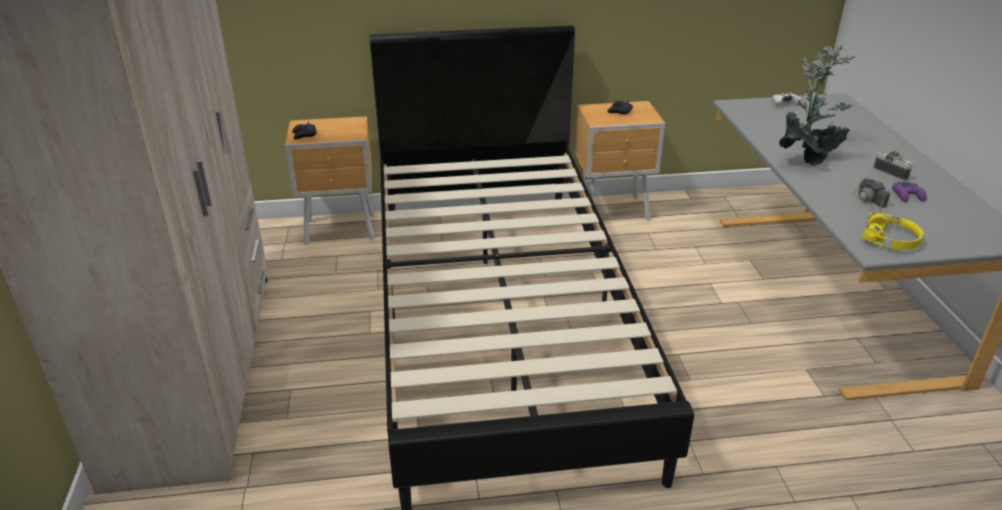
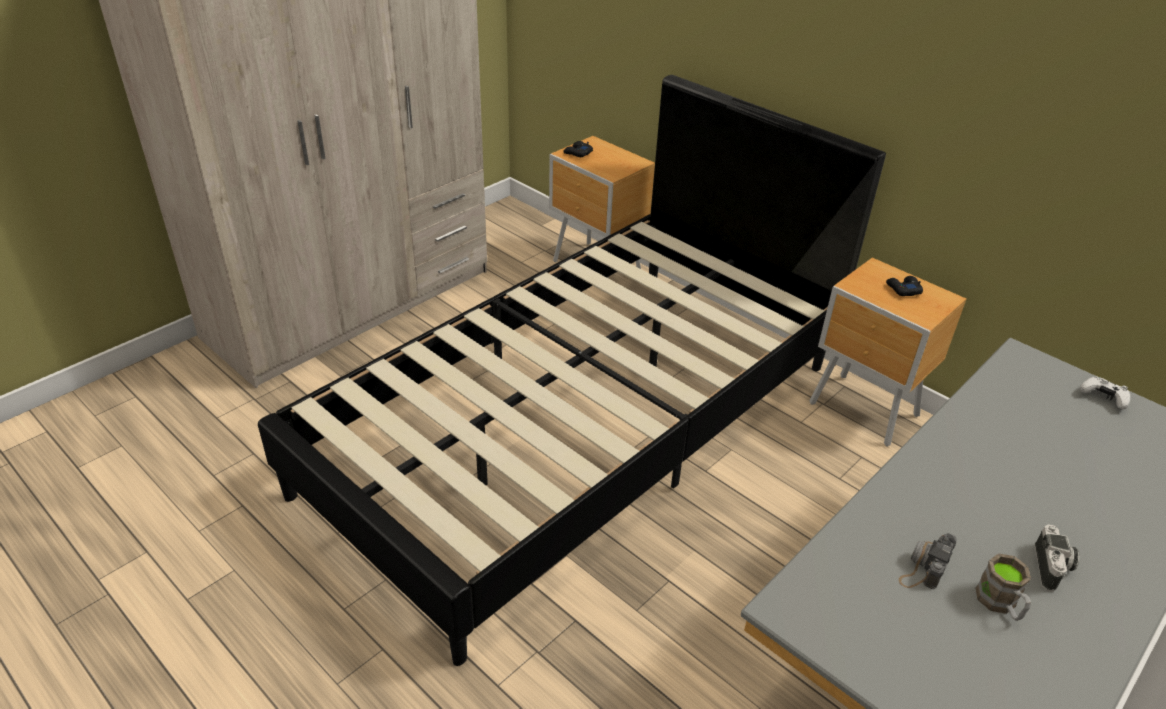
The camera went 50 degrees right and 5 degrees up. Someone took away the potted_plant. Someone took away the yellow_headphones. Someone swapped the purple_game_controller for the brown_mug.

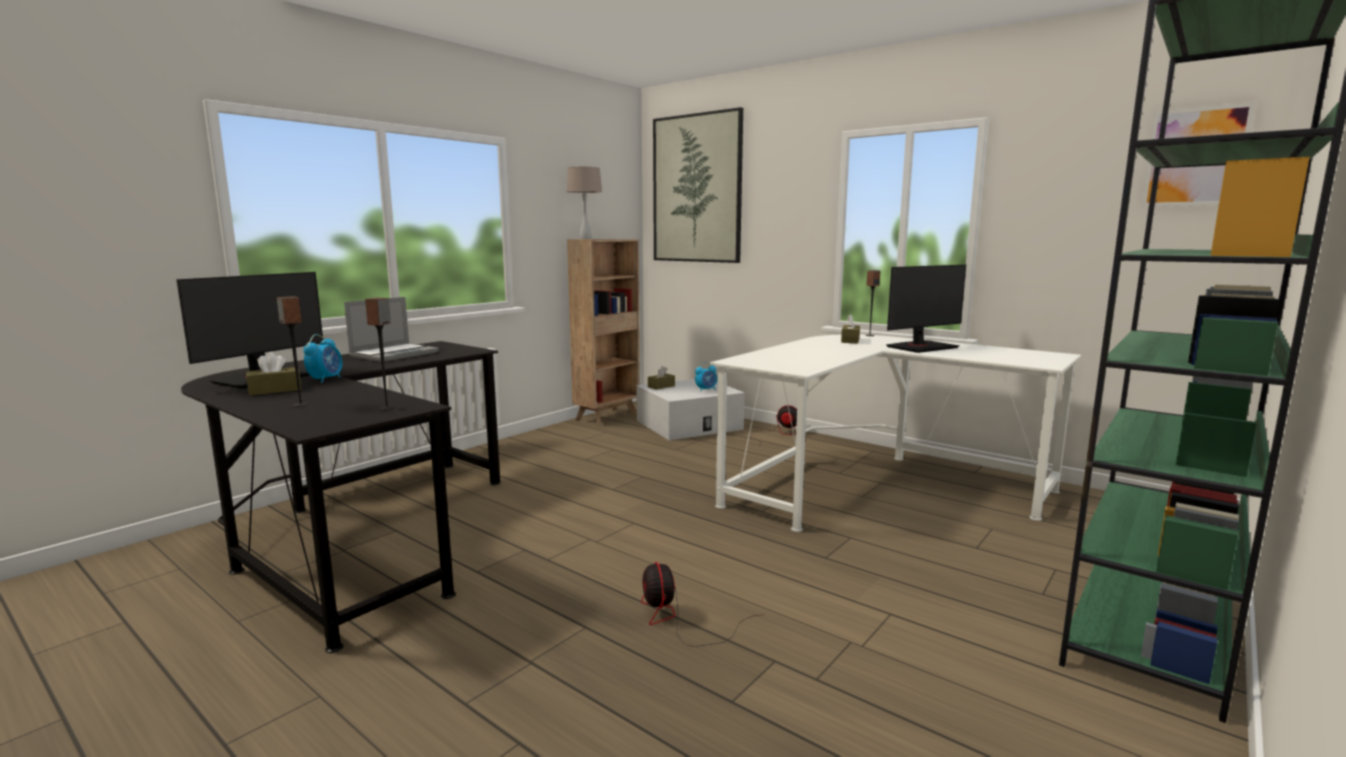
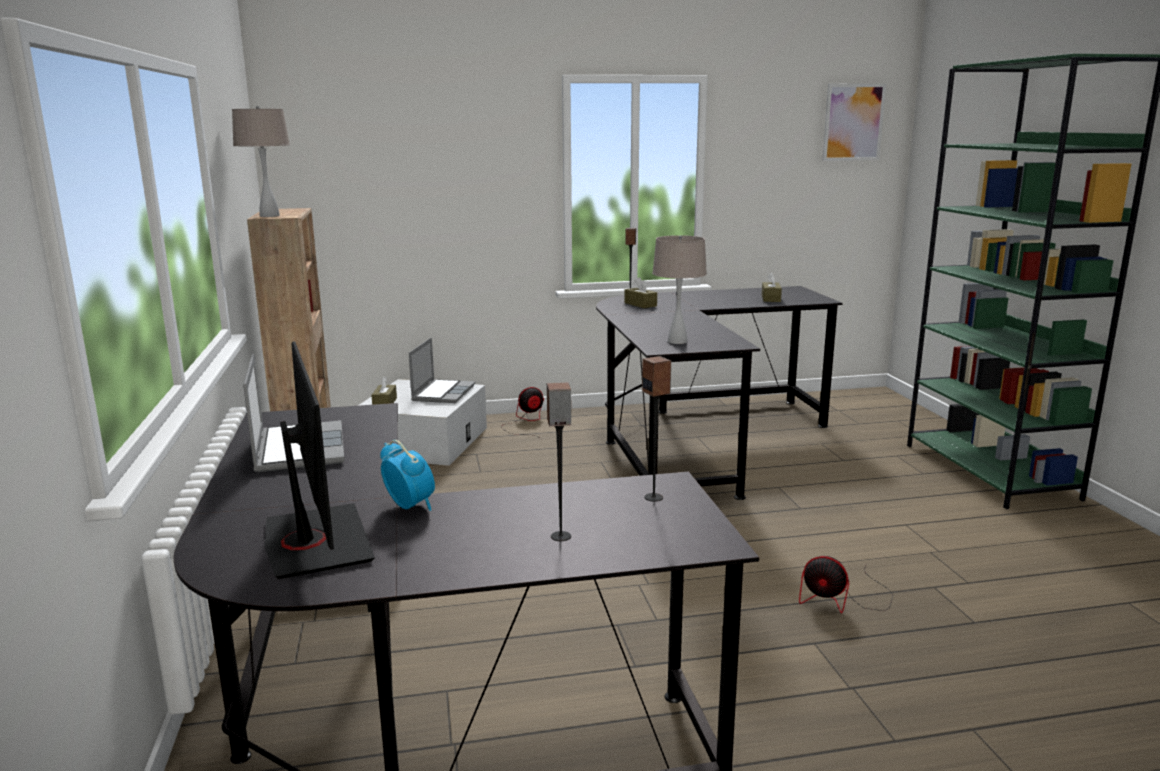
The camera went 50 degrees left and 5 degrees up. Someone took away the picture (1st from left). Someone took away the monitor (2nd from left). Someone put down the beige_table_lamp (2nd from left). Someone carried the brown_tissue_box (1st from left in the first image). Someone swapped the alarm_clock (2nd from left) for the laptop (2nd from left). Someone repainted the white_desk, which became the black_desk (2nd from left).

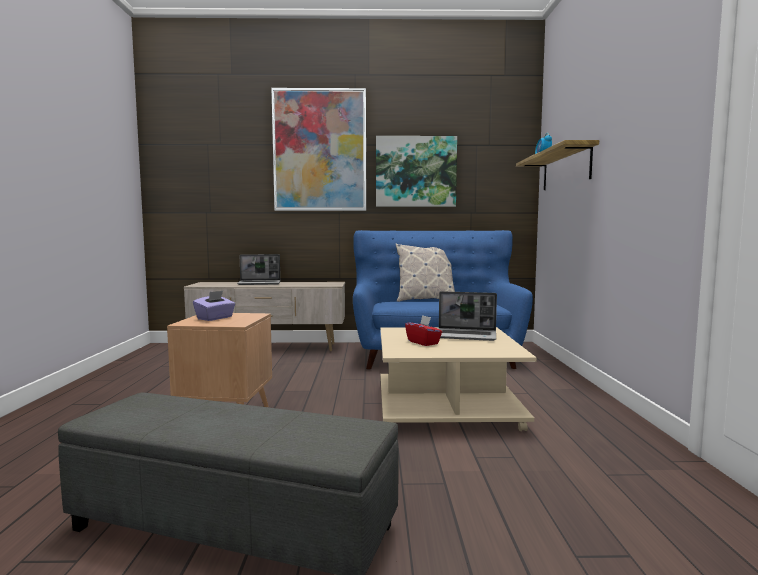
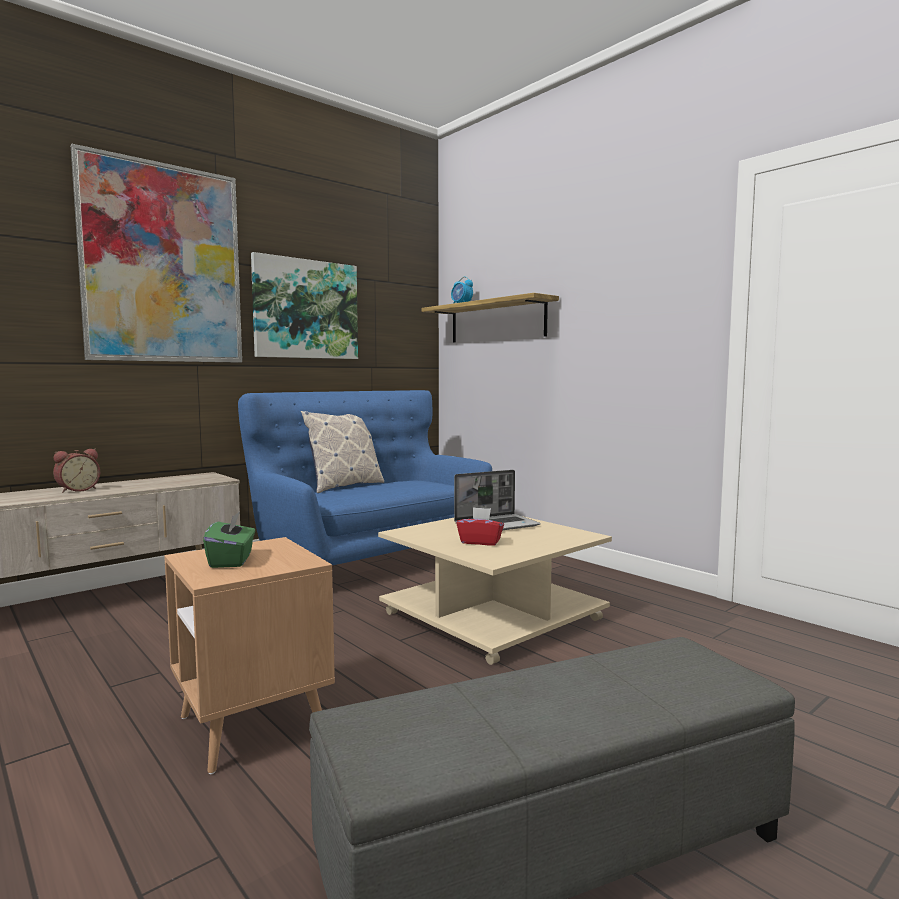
The camera went 40 degrees left and 0 degrees up. Someone swapped the laptop (1st from left) for the alarm_clock (1st from left). Someone repainted the purple_tissue_box, which became the green_tissue_box.

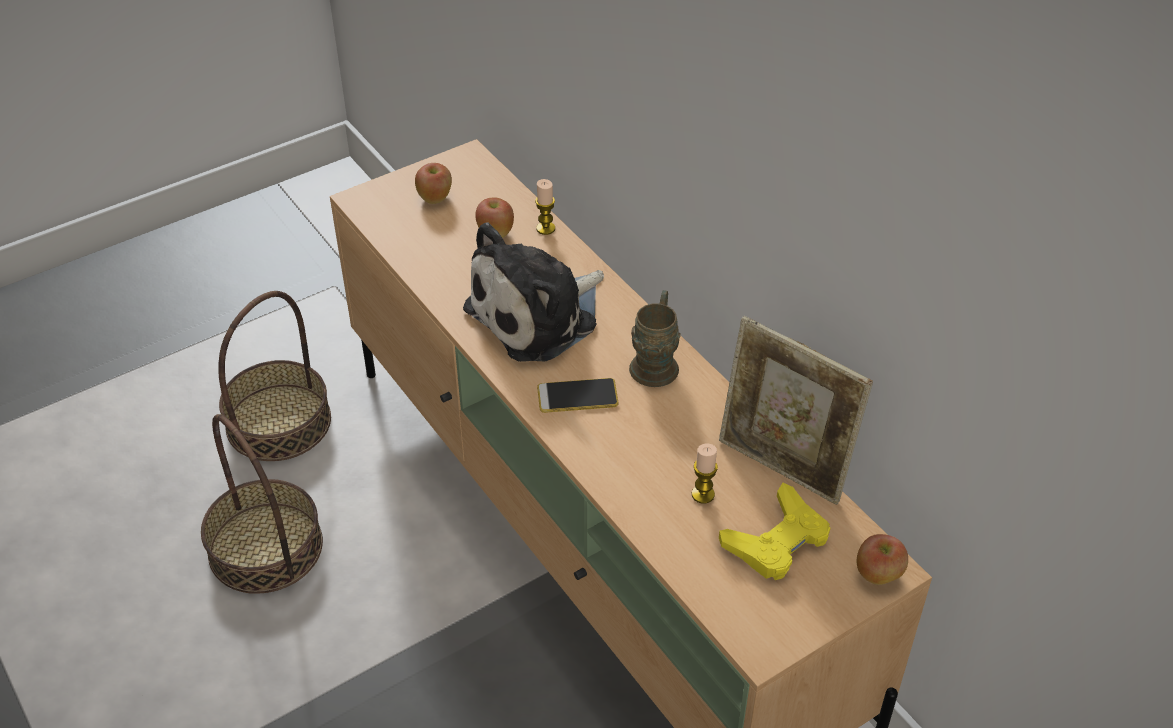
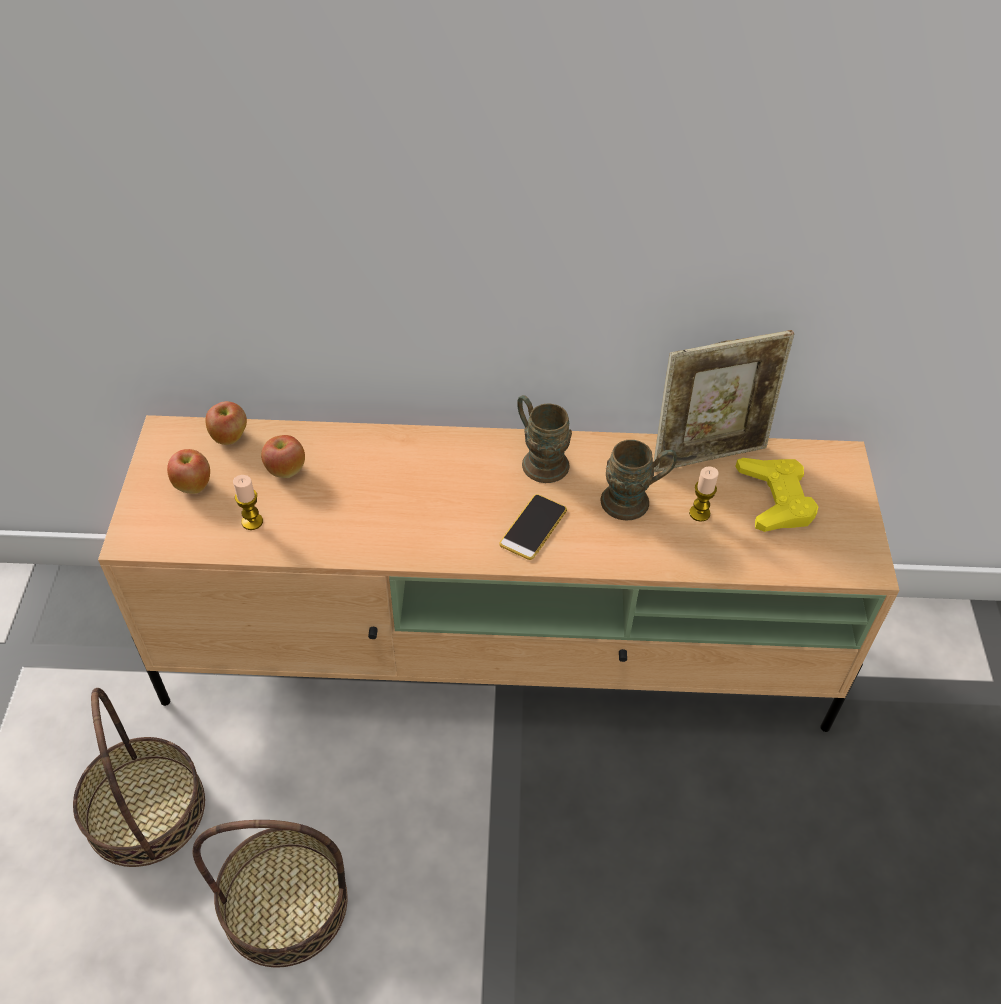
The camera went 55 degrees left and 5 degrees up. Someone took away the plush_toy. Someone put down the brown_mug (2nd from left). Someone carried the candle (1st from left). Someone carried the apple (3rd from left in the first image).

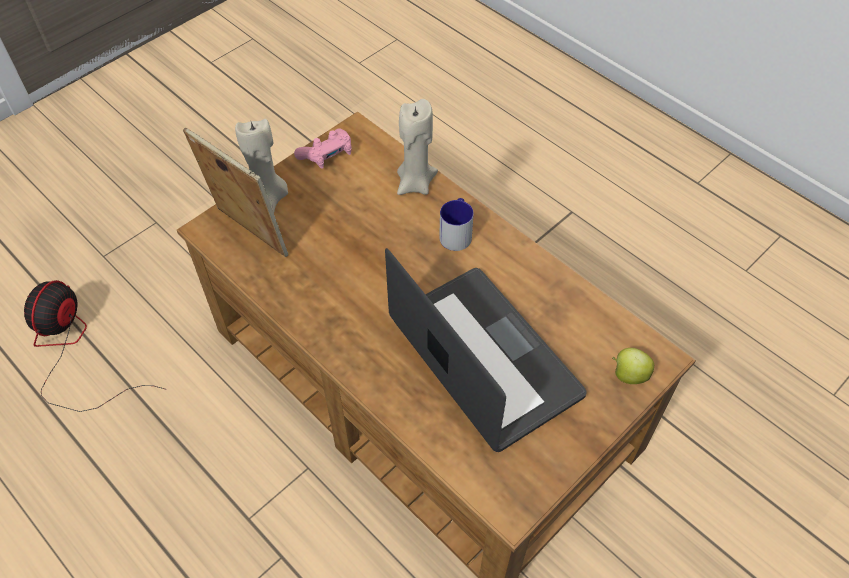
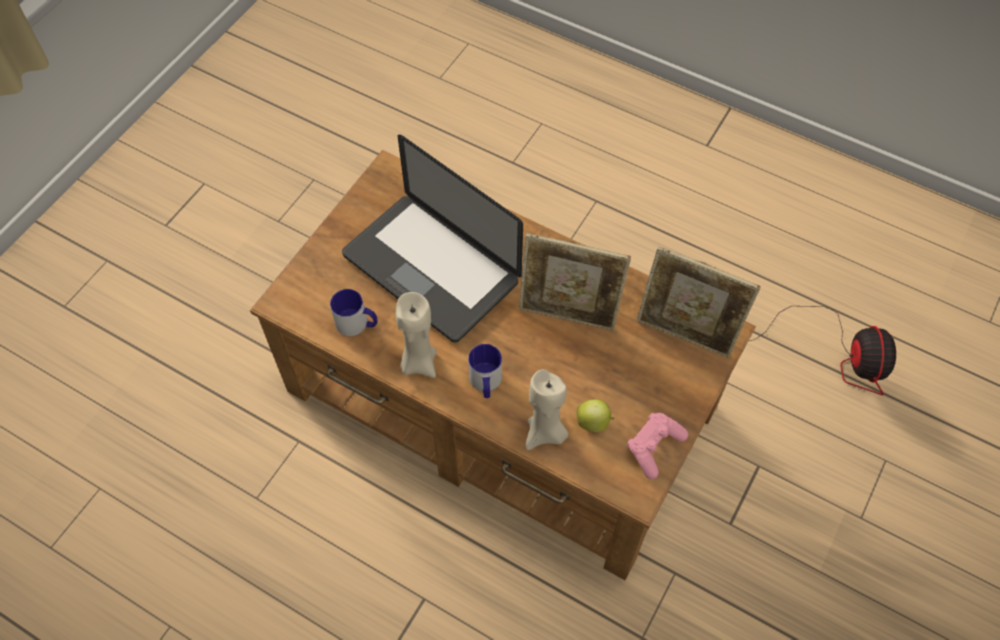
The camera went 165 degrees right and 5 degrees up. Someone put down the mug (1st from left). Someone put down the picture_frame (1st from left). Someone carried the beige_candle (1st from left). Someone carried the apple.

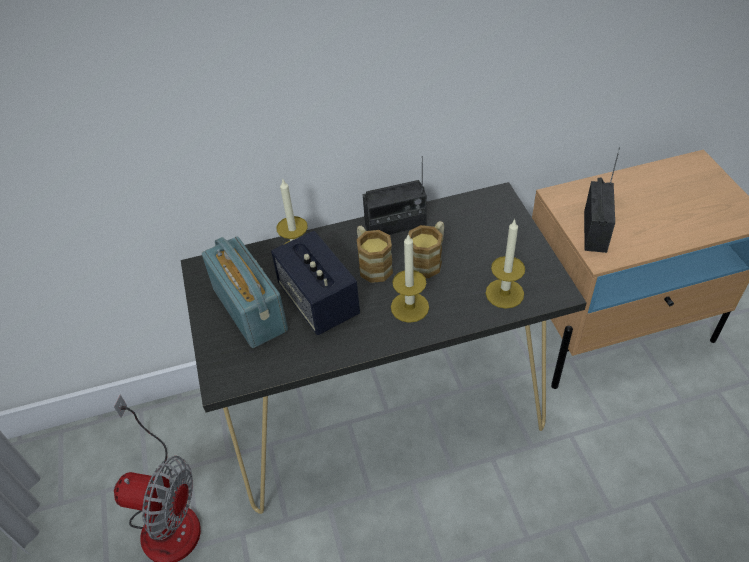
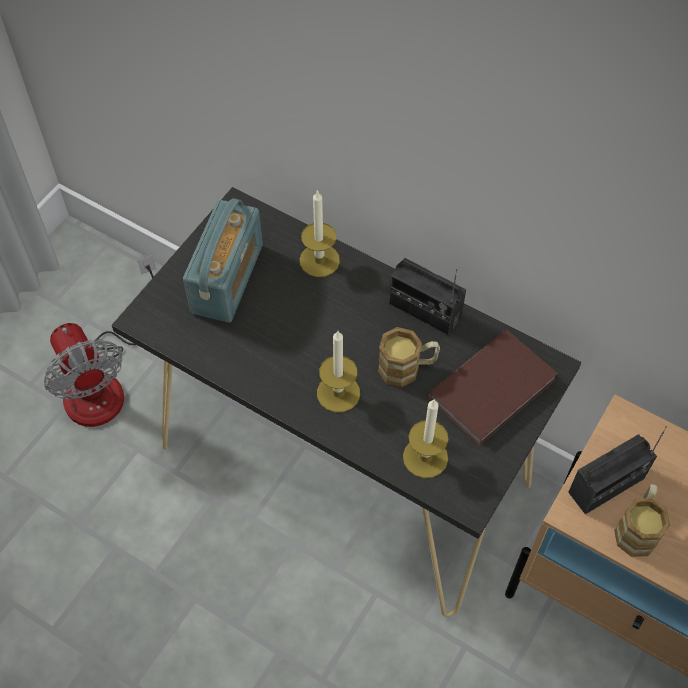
The camera went 45 degrees right and 10 degrees up. Someone took away the speaker. Someone put down the brown_book. Someone carried the mug (1st from left in the first image).

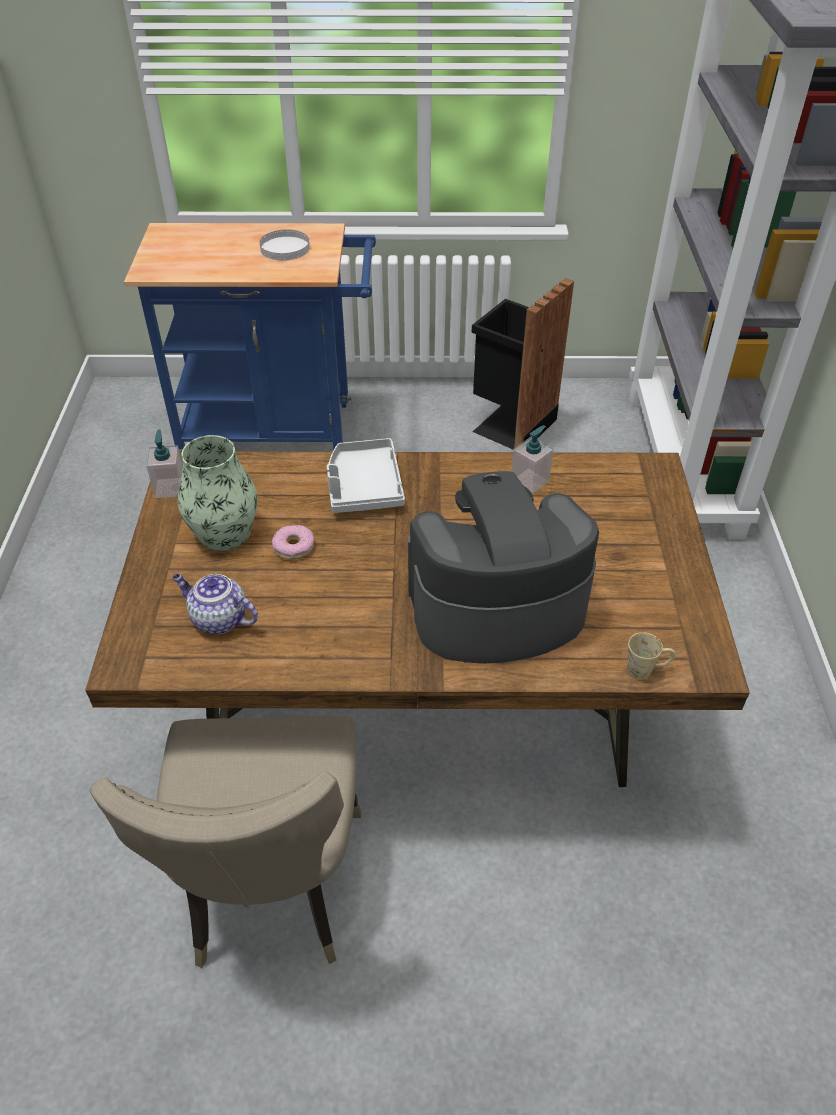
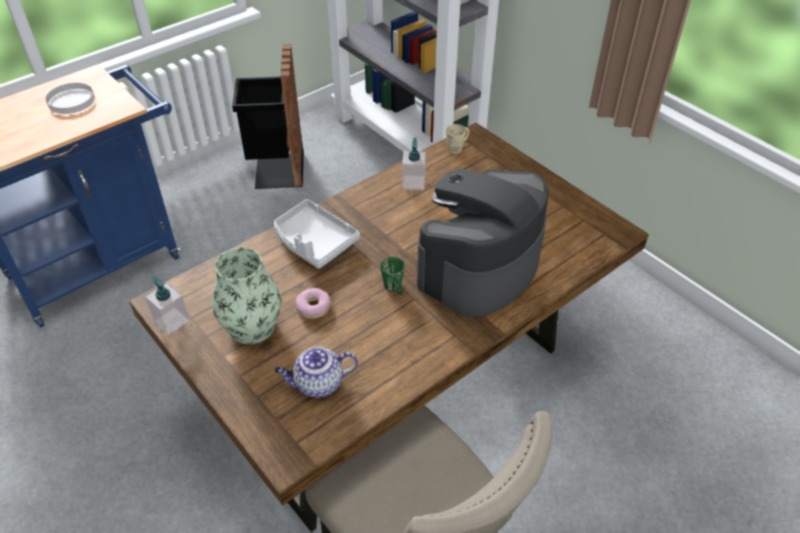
The camera went 40 degrees left and 0 degrees up. Someone put down the green_mug. Someone carried the beige_mug.

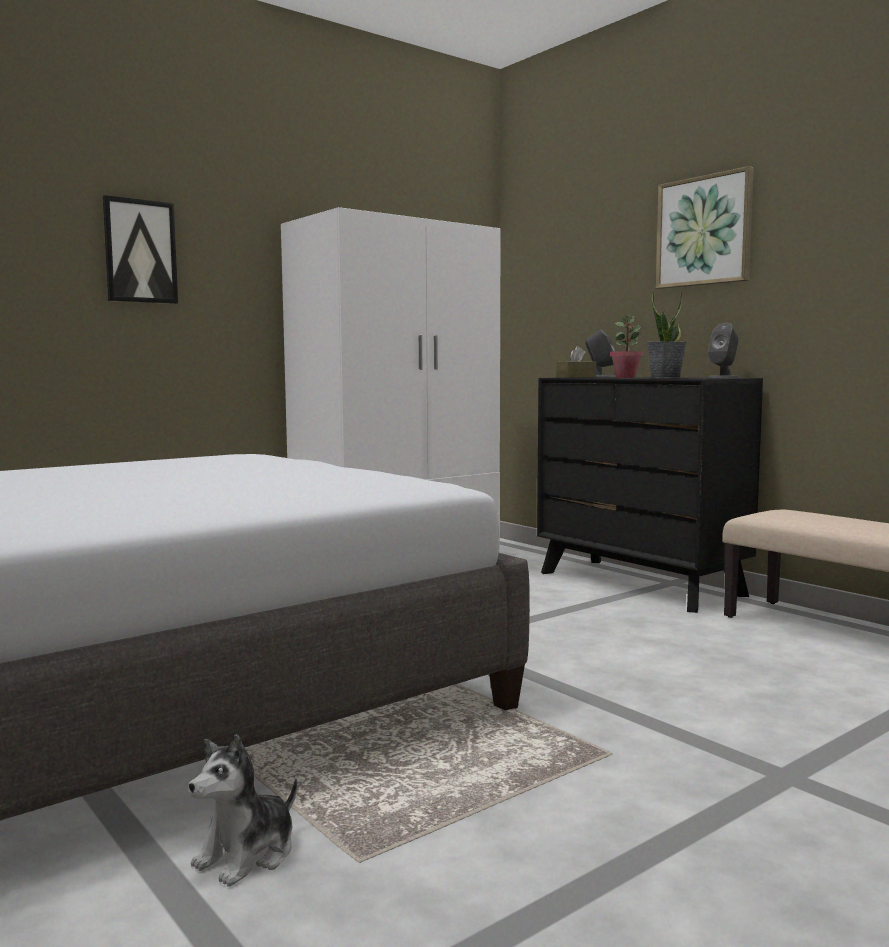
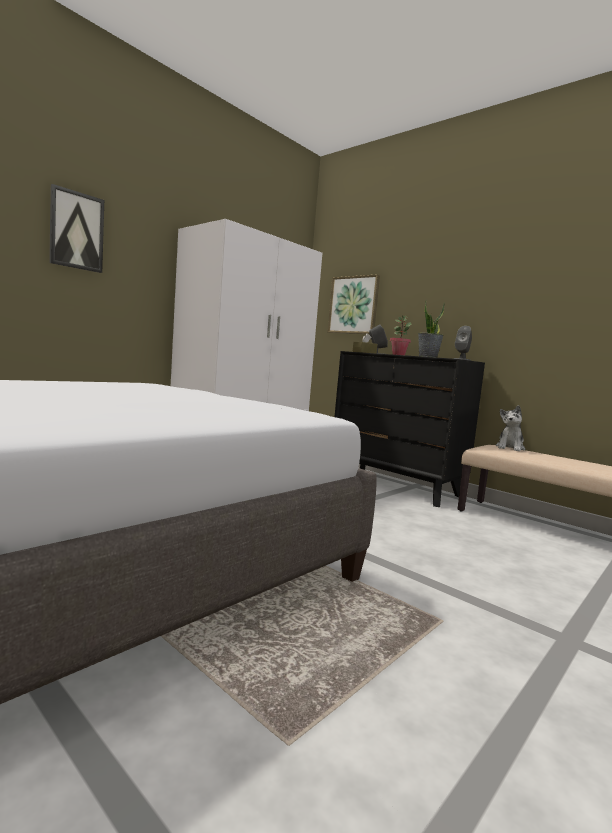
The camera went 10 degrees left and 0 degrees up. Someone carried the plush_toy. Someone carried the picture (2nd from left).

